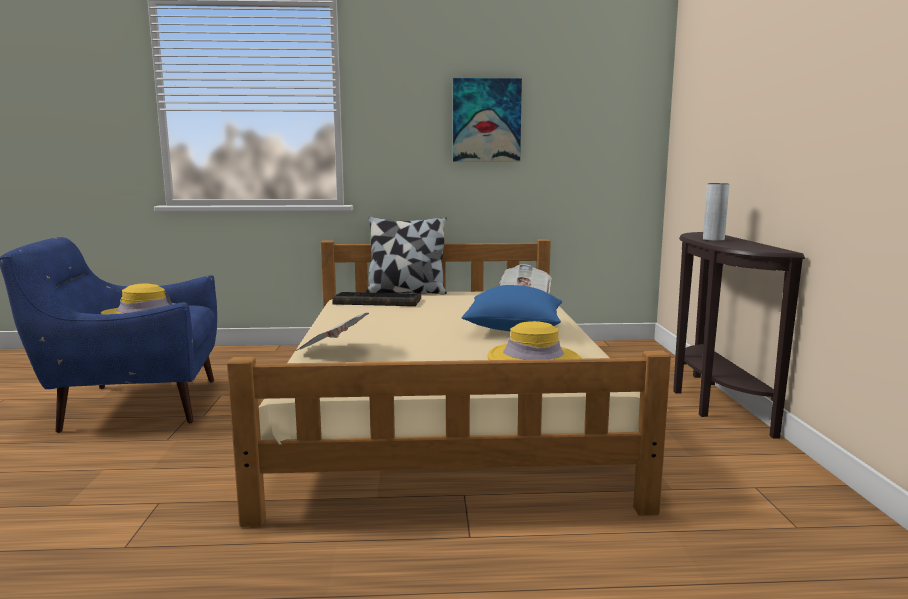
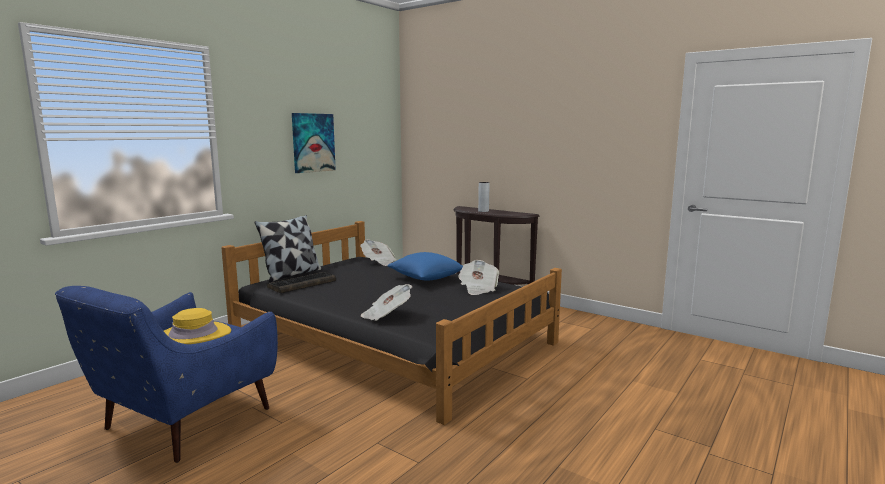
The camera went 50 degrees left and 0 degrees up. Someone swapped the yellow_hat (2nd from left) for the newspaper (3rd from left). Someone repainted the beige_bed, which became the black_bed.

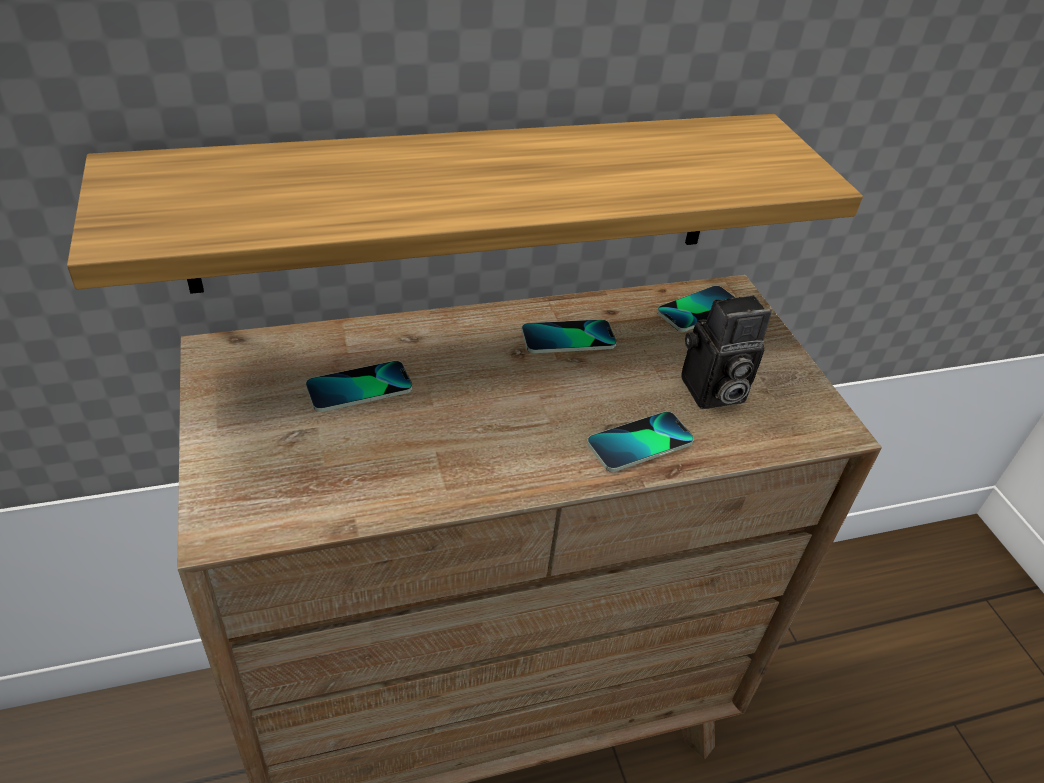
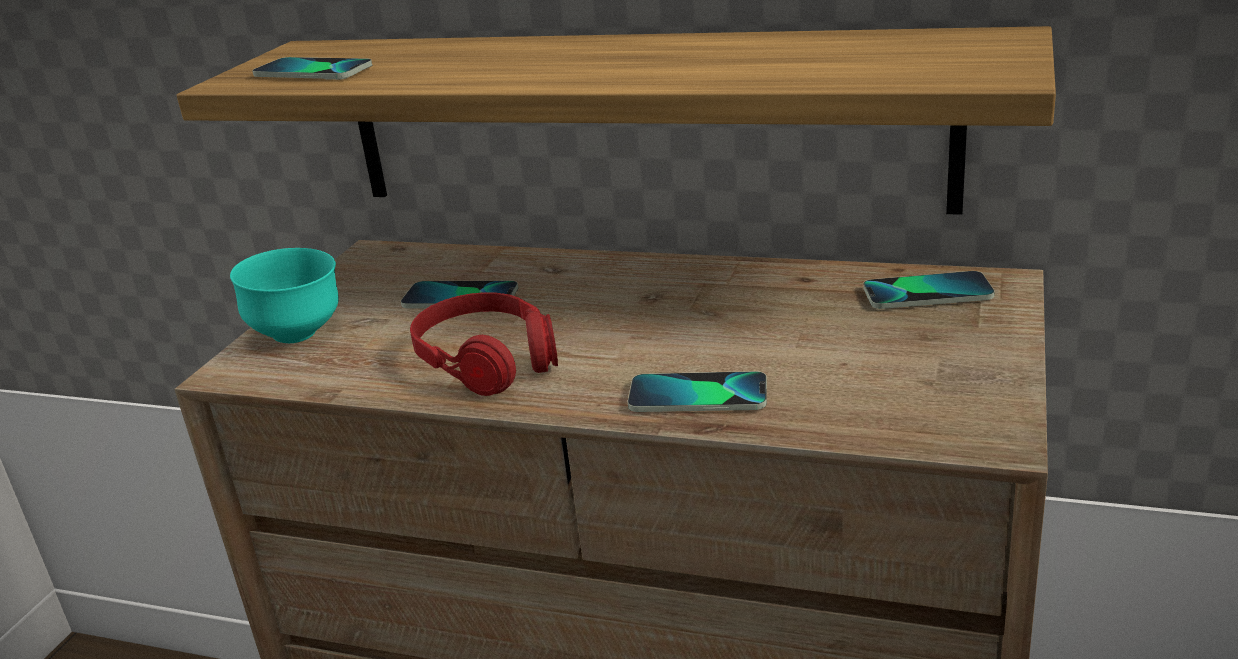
The camera went 40 degrees right and 15 degrees down. Someone took away the photo_camera. Someone put down the turquoise_bowl. Someone put down the red_headphones. Someone carried the phone (2nd from left in the first image).

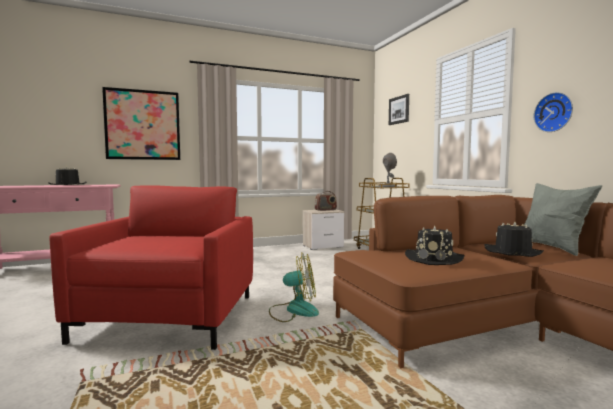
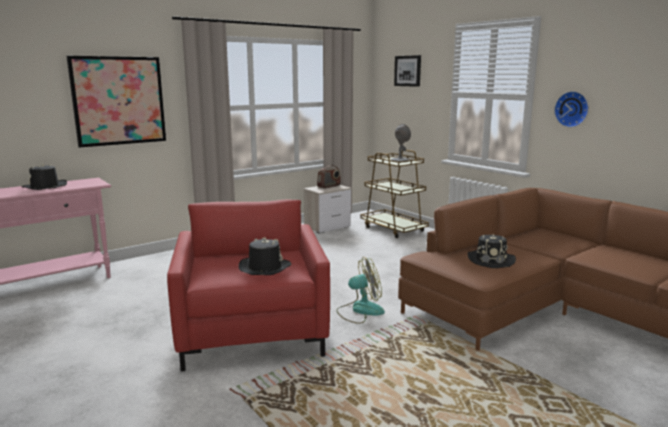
The camera went 15 degrees left and 10 degrees up. Someone took away the grey_pillow. Someone carried the black_hat (3rd from left in the first image).

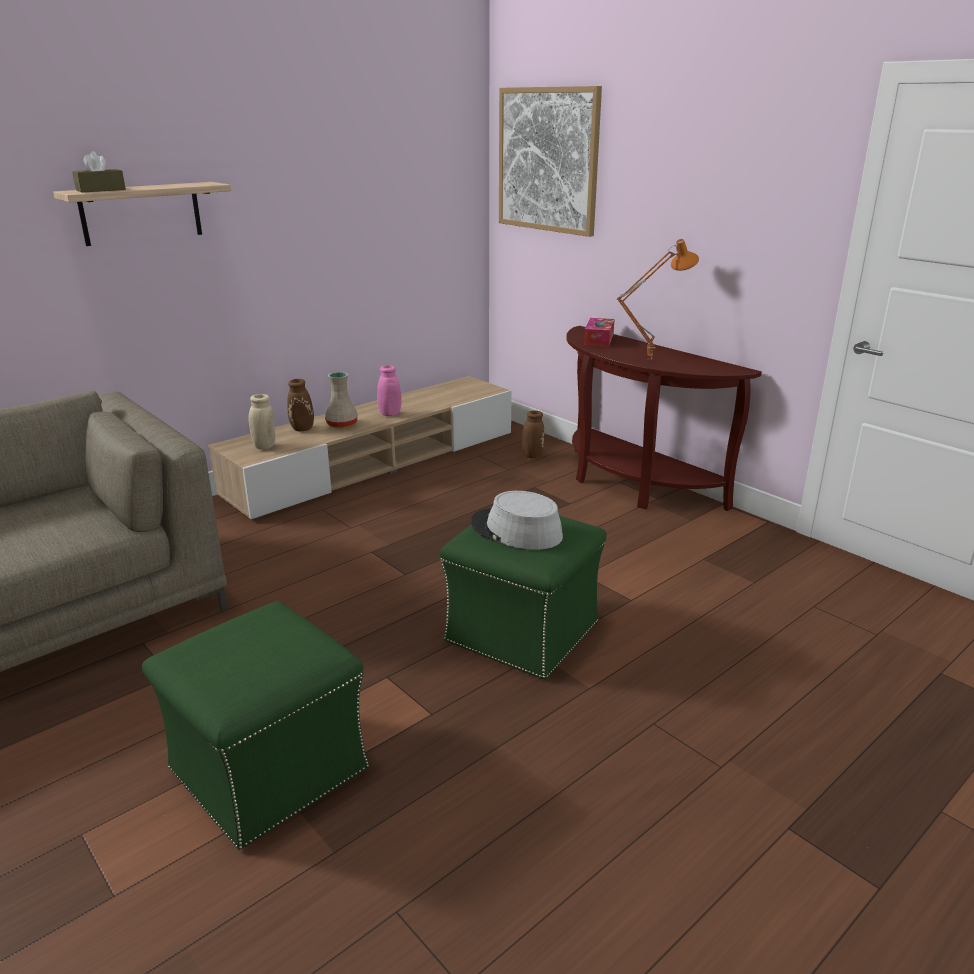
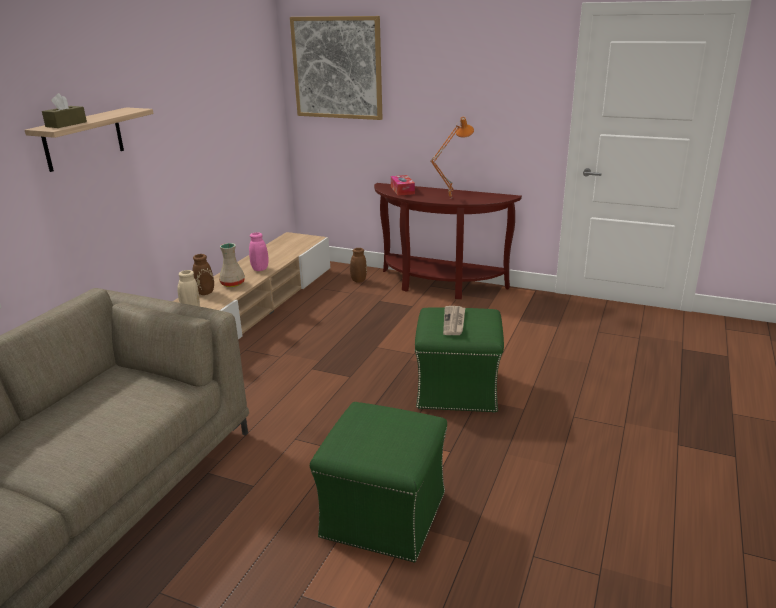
The camera went 25 degrees left and 0 degrees up. Someone swapped the grey_hat for the newspaper.

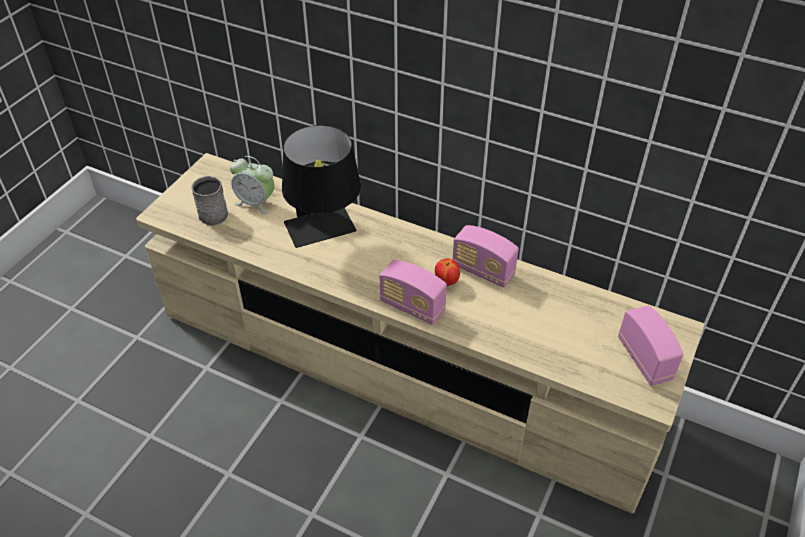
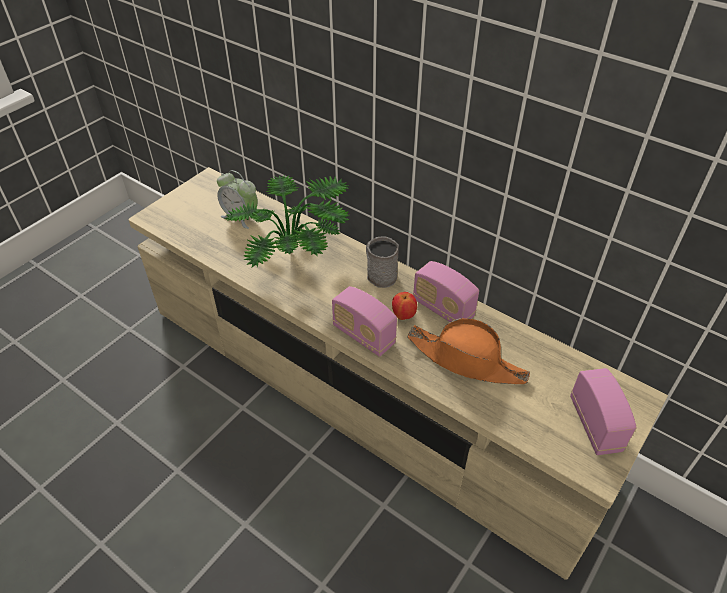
The camera went 10 degrees right and 0 degrees up. Someone put down the orange_hat. Someone carried the grey_mug. Someone swapped the black_table_lamp for the potted_plant.

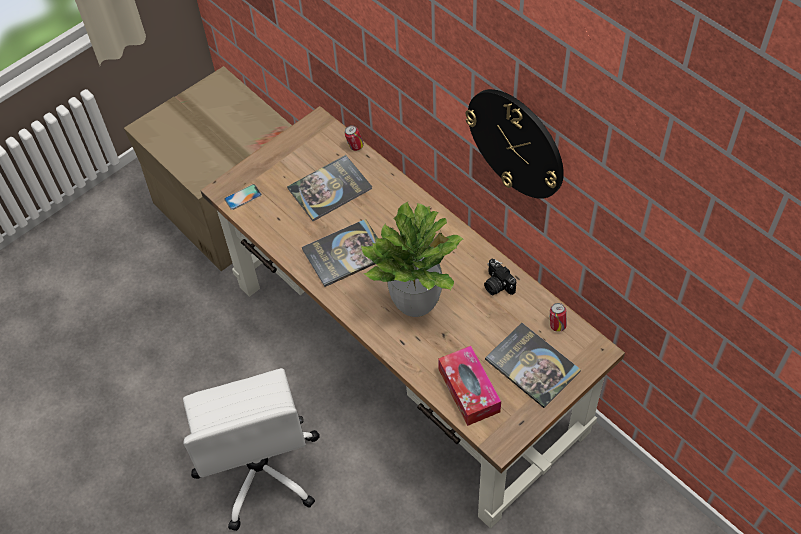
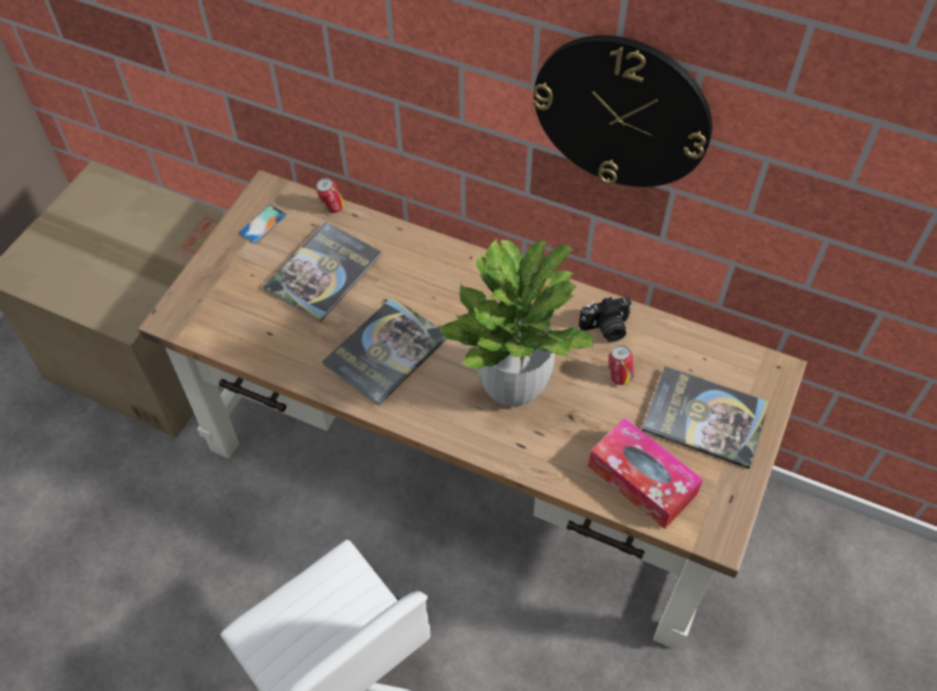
The camera went 25 degrees left and 0 degrees up. Someone carried the phone. Someone carried the can (2nd from left). Someone rotated the photo_camera by 45 degrees counterclockwise.

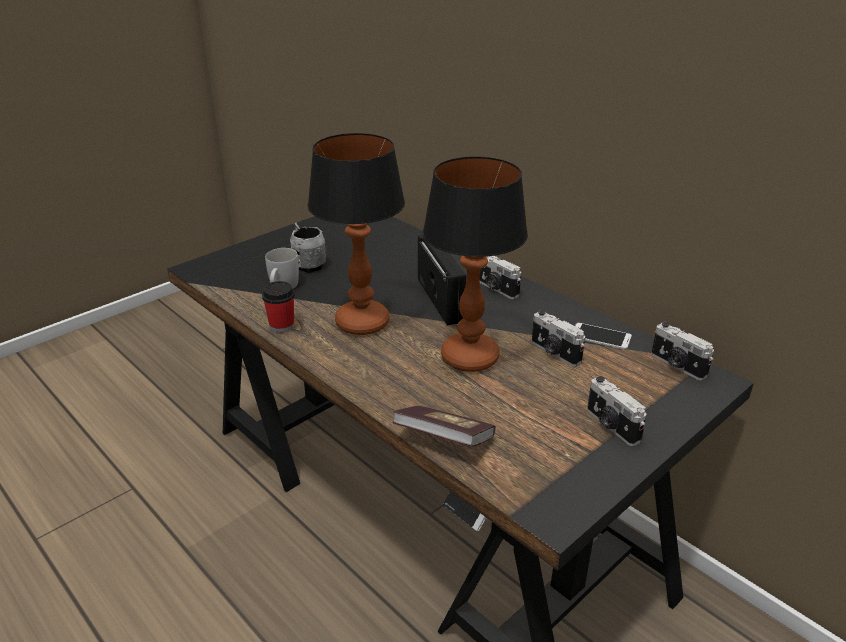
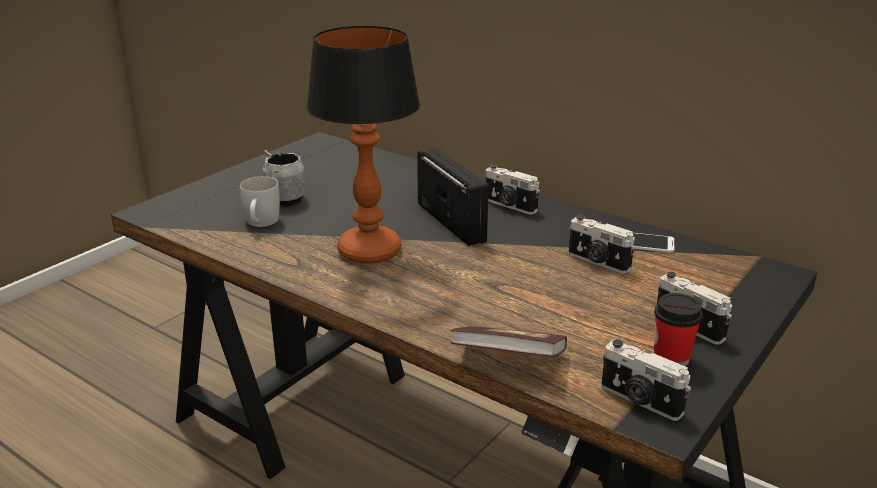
The camera went 10 degrees left and 5 degrees down. Someone took away the table_lamp (2nd from left). Someone carried the cup. Someone carried the photo_camera (4th from left in the first image).

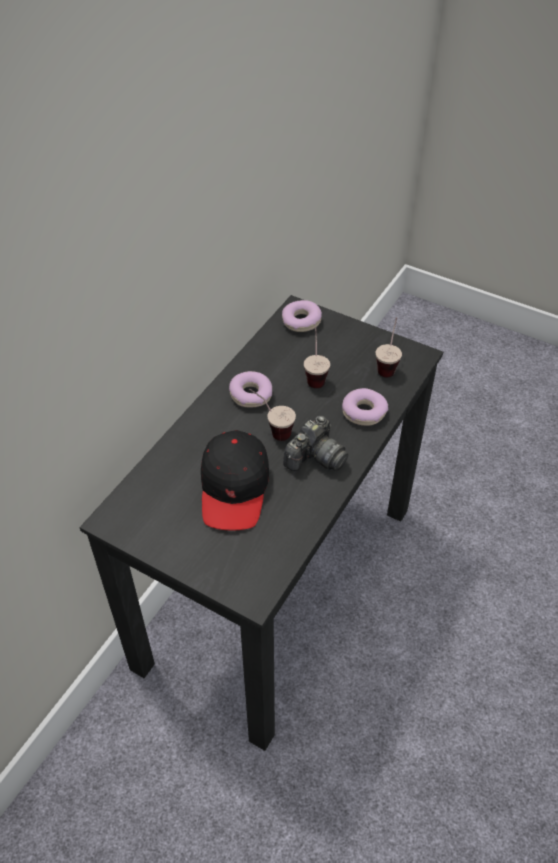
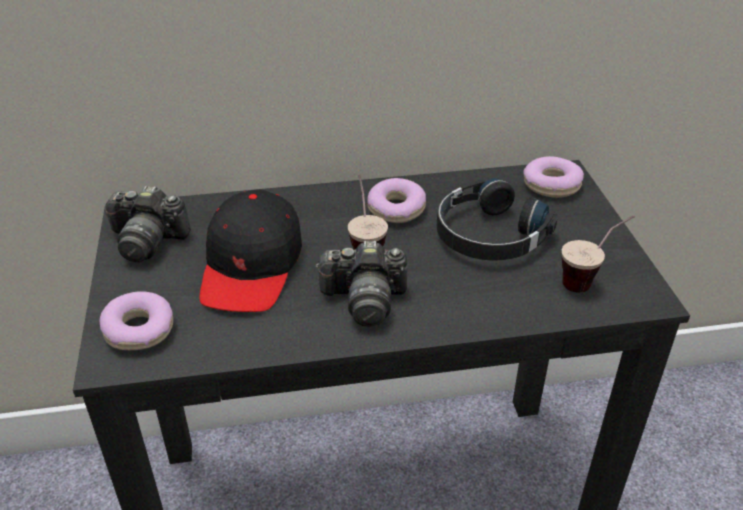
The camera went 50 degrees right and 10 degrees down. Someone put down the photo_camera (1st from left). Someone carried the donut (3rd from left in the first image). Someone swapped the cup (2nd from left) for the black_headphones. Someone rotated the black_cap by 45 degrees counterclockwise.

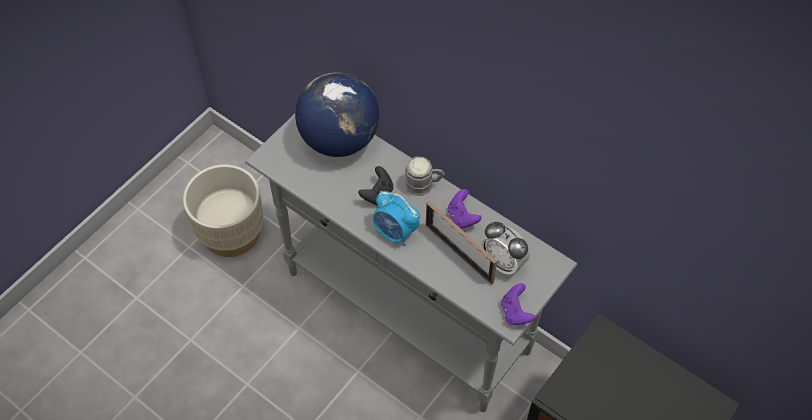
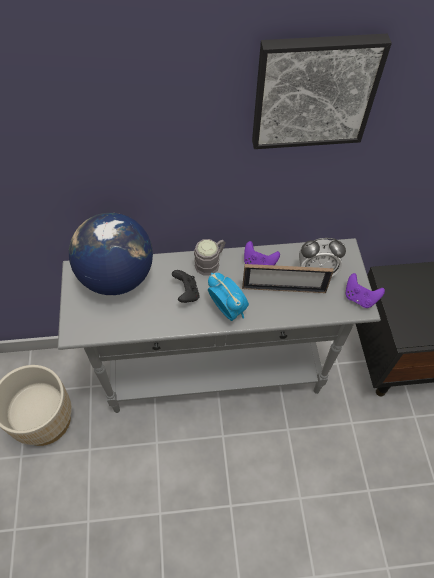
The camera went 45 degrees left and 0 degrees up. Someone put up the picture. Someone rotated the alarm_clock (1st from left) by 120 degrees counterclockwise.

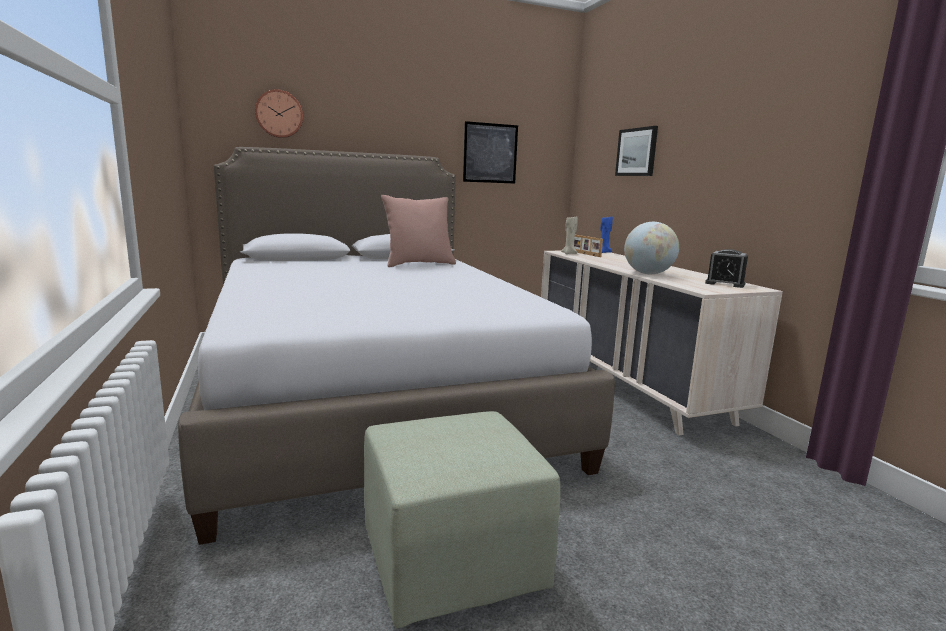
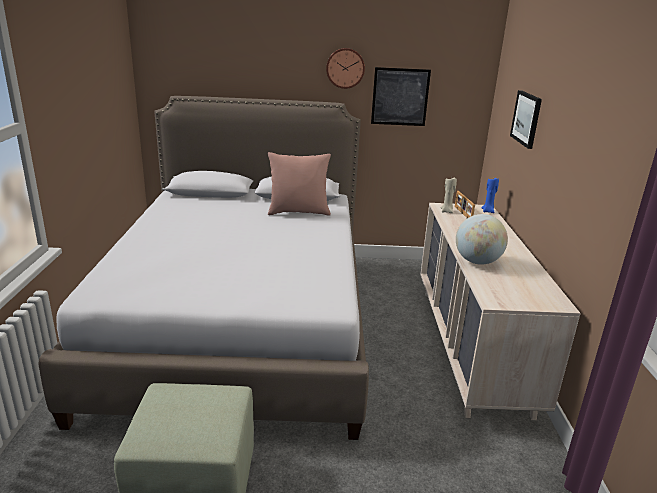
The camera went 20 degrees right and 10 degrees up. Someone took away the alarm_clock. Someone carried the wall_clock.

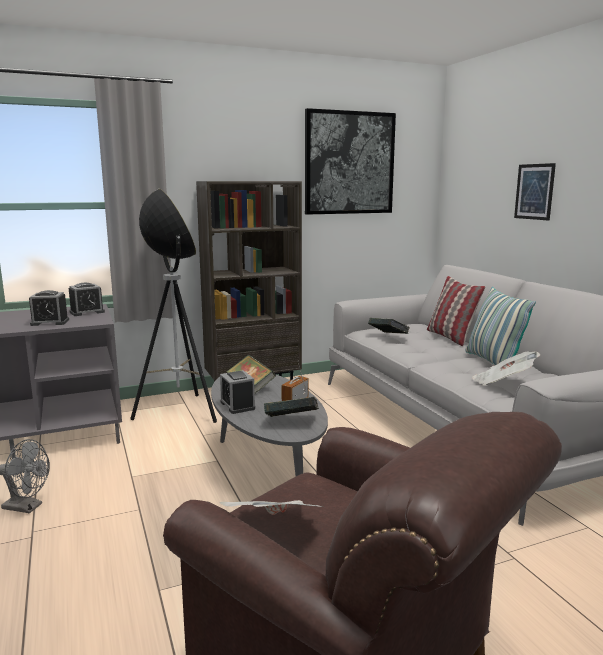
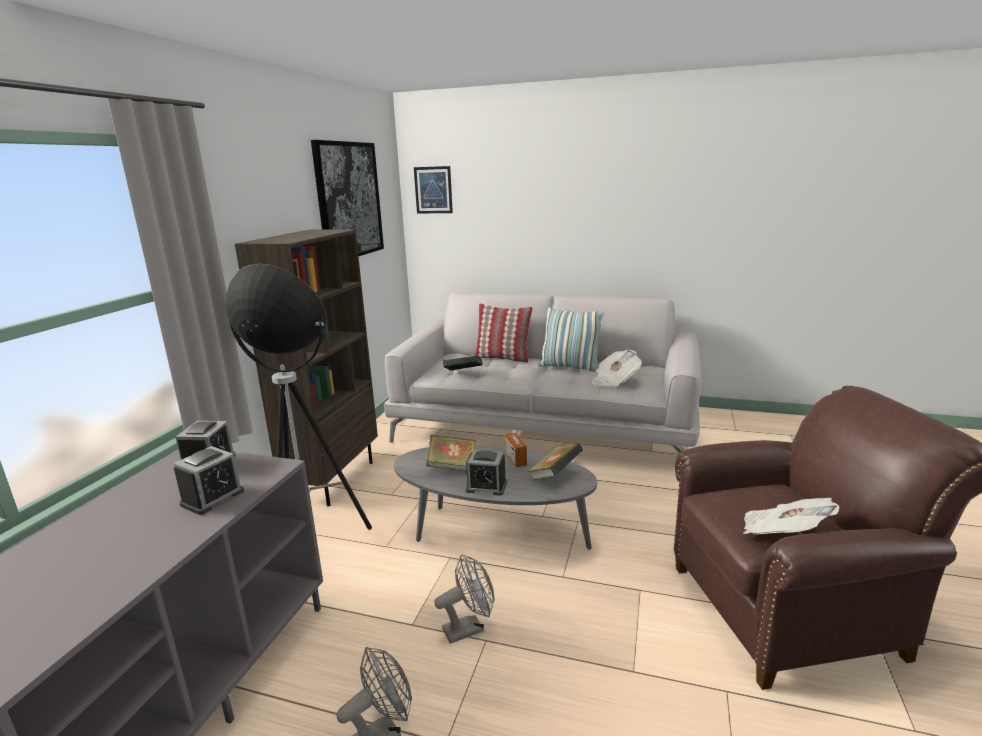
The camera went 50 degrees left and 5 degrees up. Someone put down the grey_fan (2nd from left). Someone carried the picture (2nd from left).

